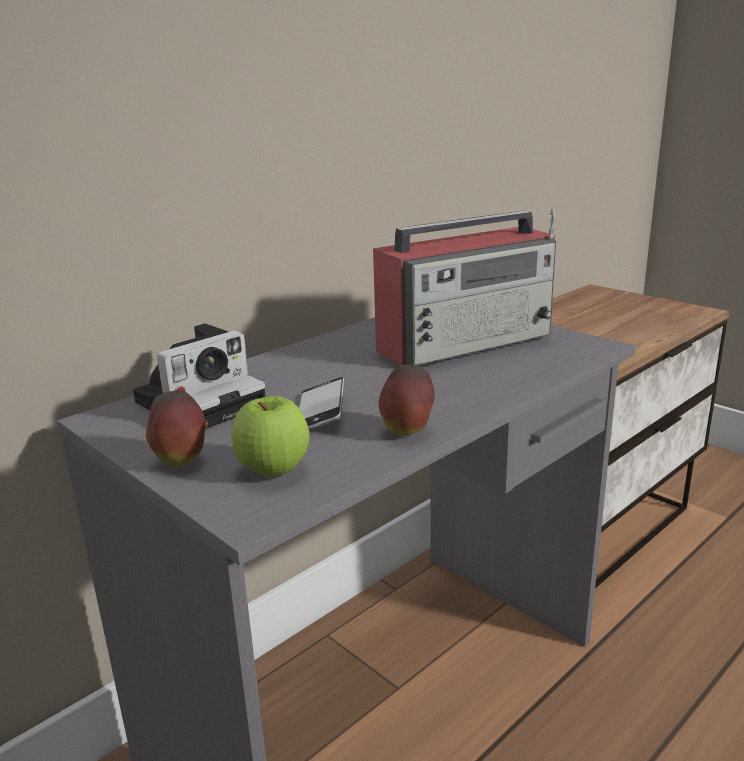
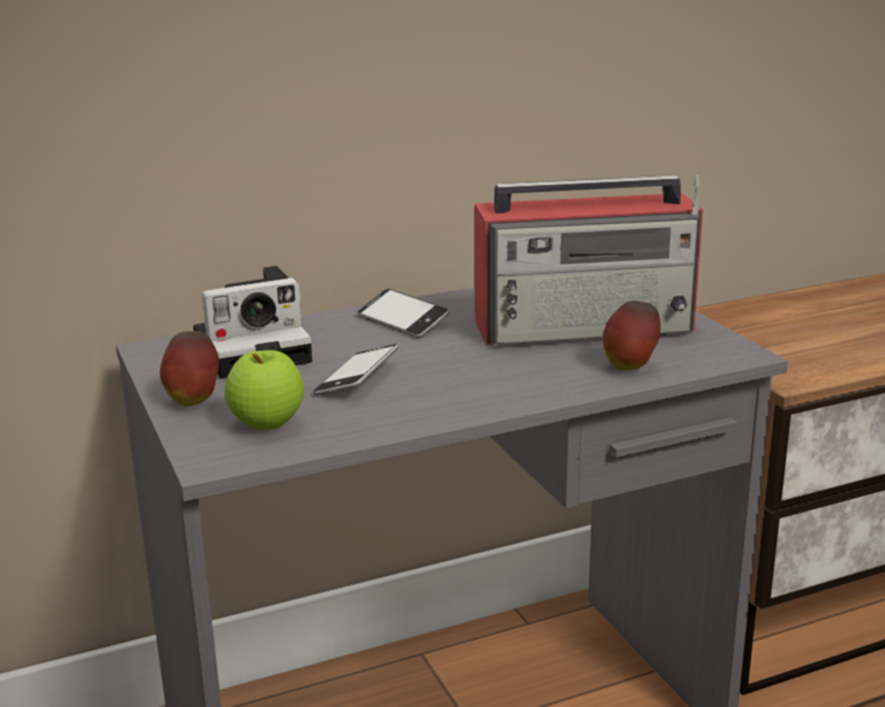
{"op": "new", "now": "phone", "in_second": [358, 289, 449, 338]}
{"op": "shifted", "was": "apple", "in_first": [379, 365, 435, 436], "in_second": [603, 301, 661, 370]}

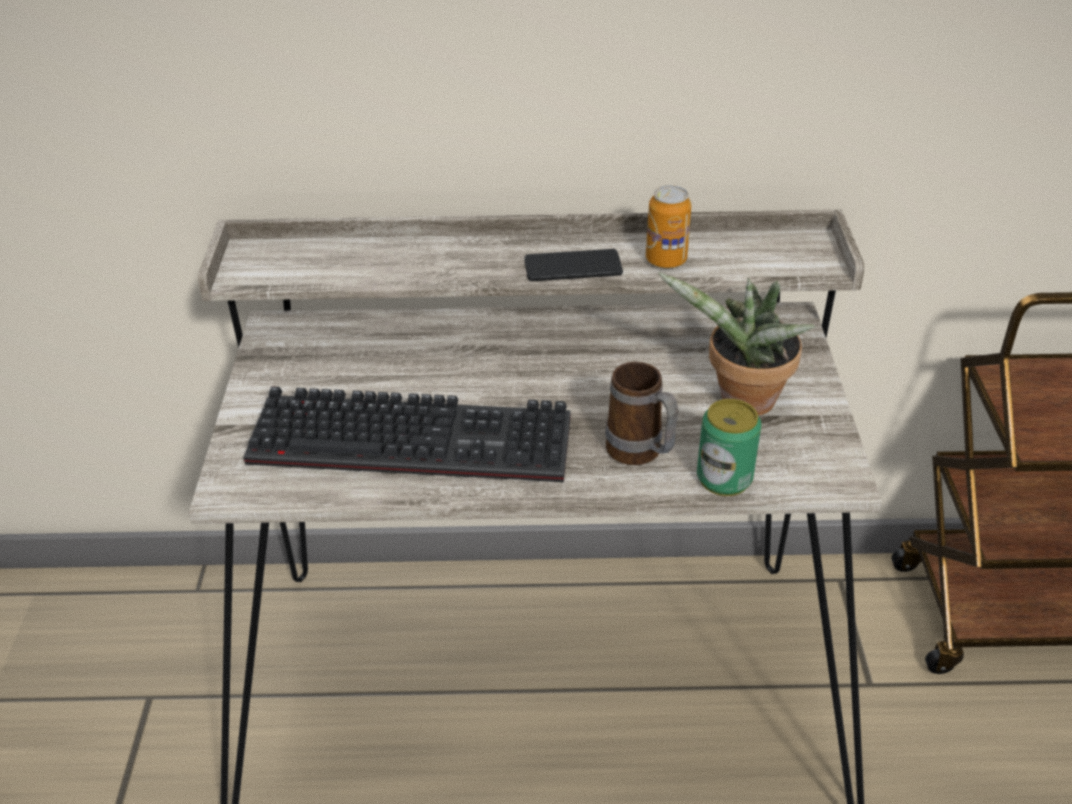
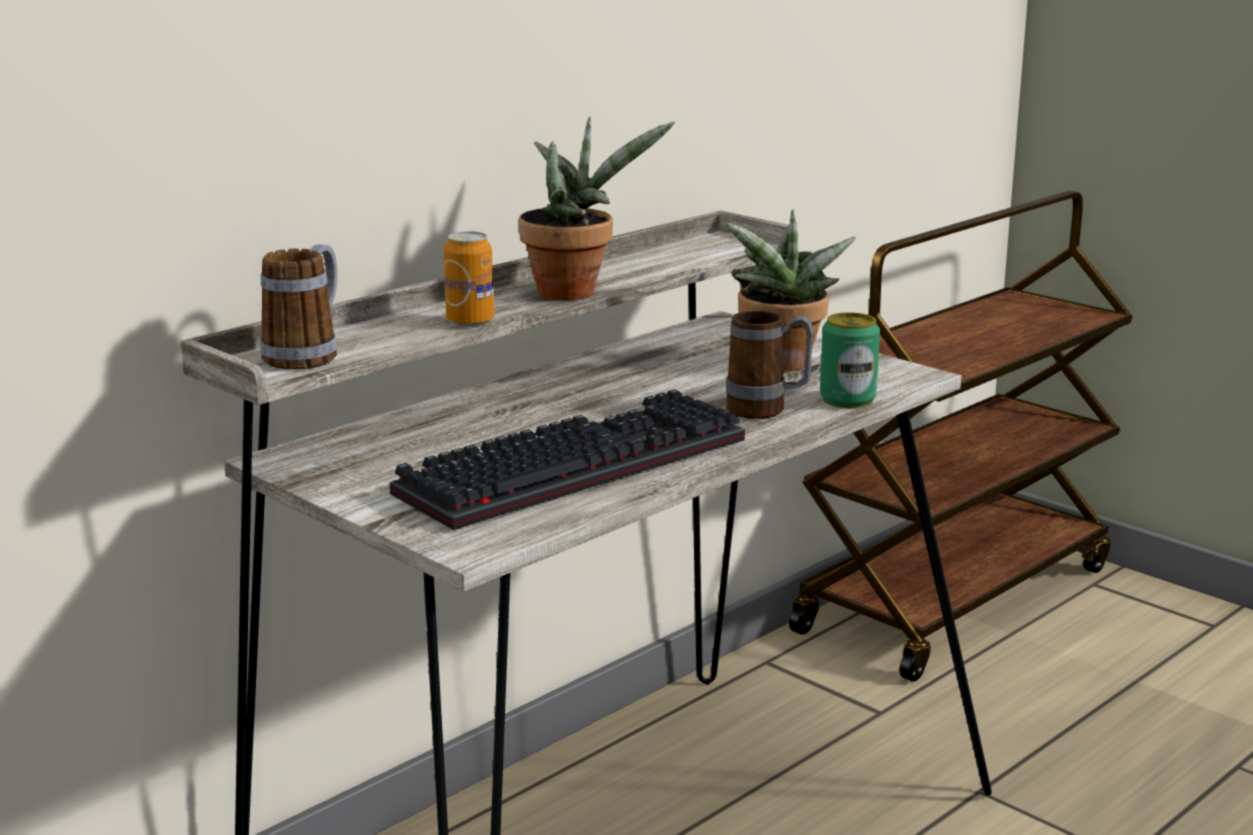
{"op": "new", "now": "mug", "in_second": [260, 244, 338, 369]}
{"op": "shifted", "was": "can", "in_first": [646, 185, 692, 269], "in_second": [444, 231, 494, 327]}
{"op": "swapped", "was": "phone", "now": "potted plant", "in_first": [524, 249, 623, 281], "in_second": [519, 116, 675, 300]}

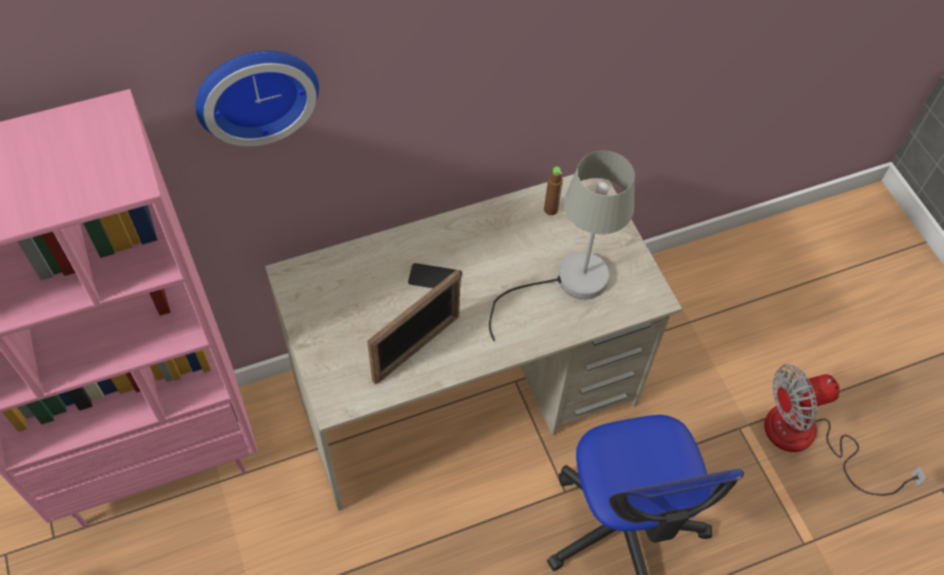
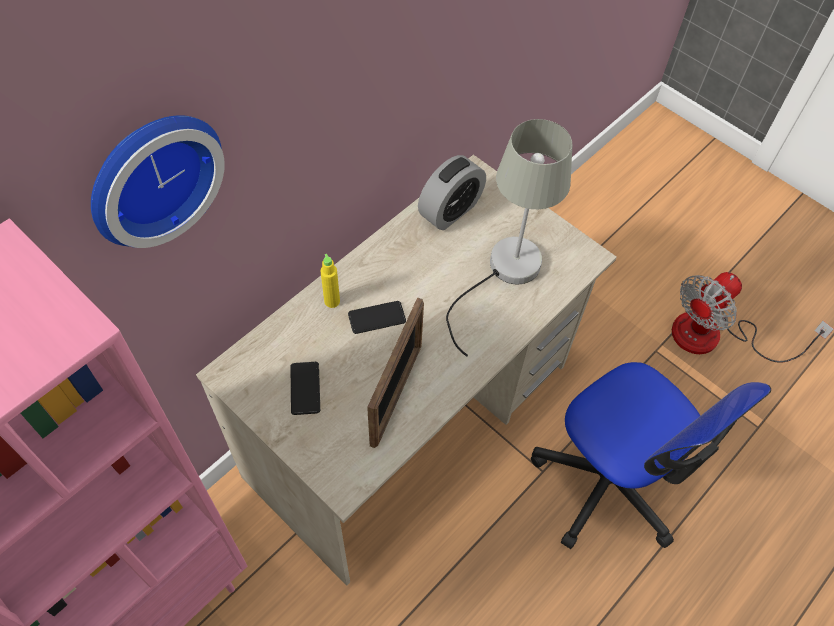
{"op": "new", "now": "phone", "in_second": [290, 362, 320, 415]}
{"op": "new", "now": "yellow bottle", "in_second": [320, 254, 340, 308]}
{"op": "swapped", "was": "brown bottle", "now": "alarm clock", "in_first": [544, 166, 563, 215], "in_second": [418, 155, 486, 230]}

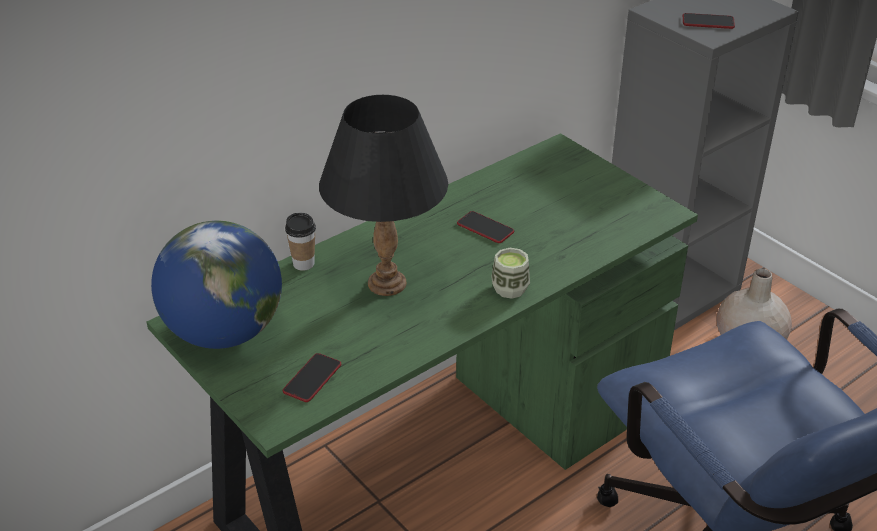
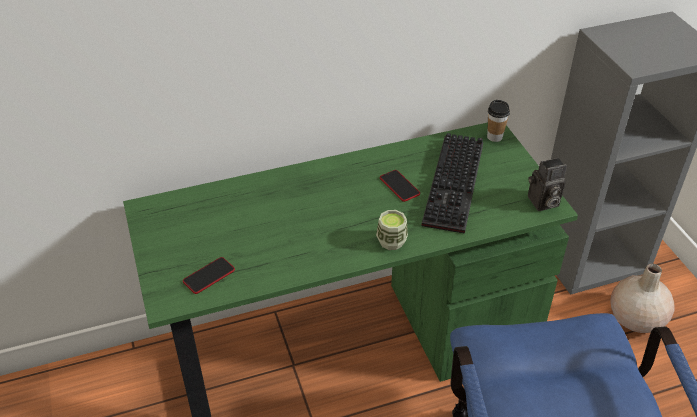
{"op": "new", "now": "keyboard", "in_second": [421, 133, 483, 234]}
{"op": "shifted", "was": "cup", "in_first": [285, 213, 316, 271], "in_second": [487, 100, 510, 142]}
{"op": "new", "now": "photo camera", "in_second": [528, 158, 567, 211]}
{"op": "gone", "was": "globe", "in_first": [151, 221, 282, 349]}
{"op": "gone", "was": "black table lamp", "in_first": [319, 95, 448, 296]}
{"op": "gone", "was": "phone", "in_first": [683, 13, 735, 29]}

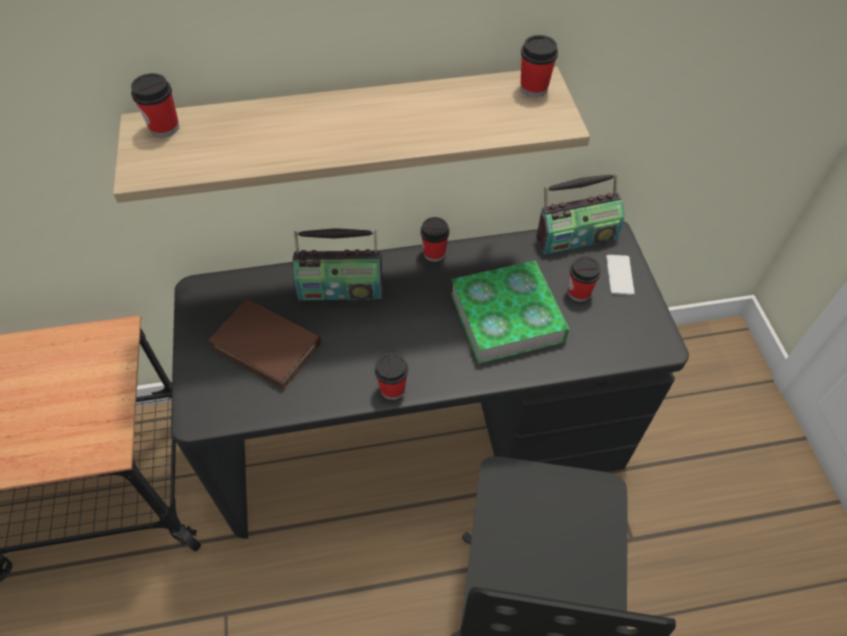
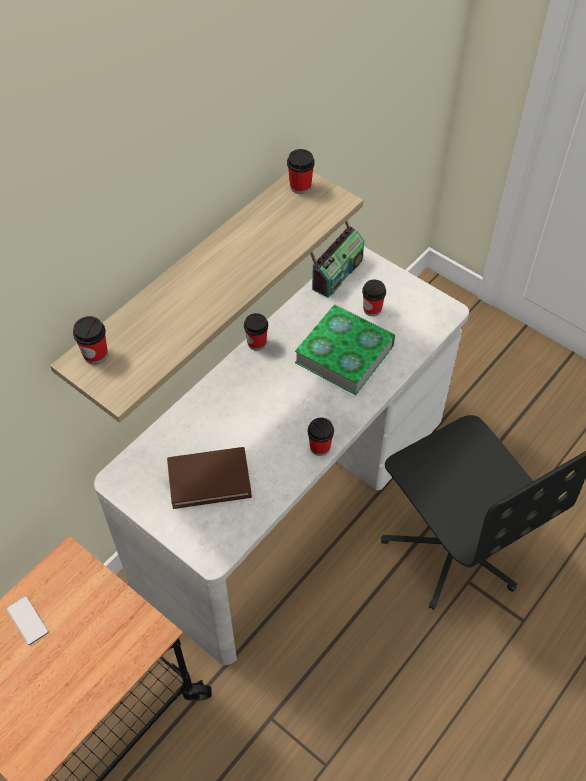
{"op": "shifted", "was": "phone", "in_first": [606, 255, 635, 295], "in_second": [6, 596, 49, 645]}
{"op": "repainted", "was": "black desk", "now": "white desk", "in_first": [171, 221, 689, 539], "in_second": [94, 247, 469, 665]}
{"op": "gone", "was": "radio", "in_first": [292, 228, 383, 300]}

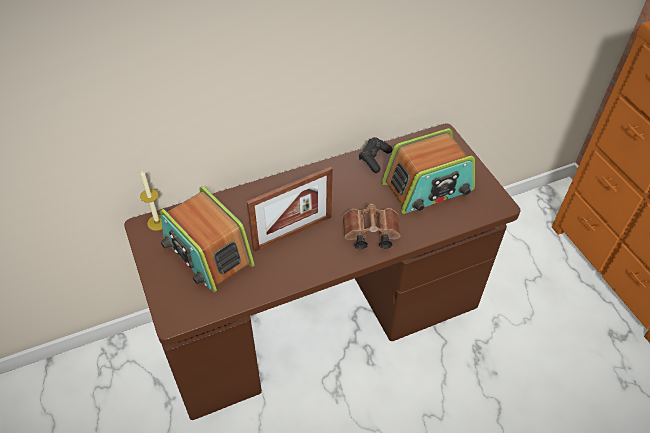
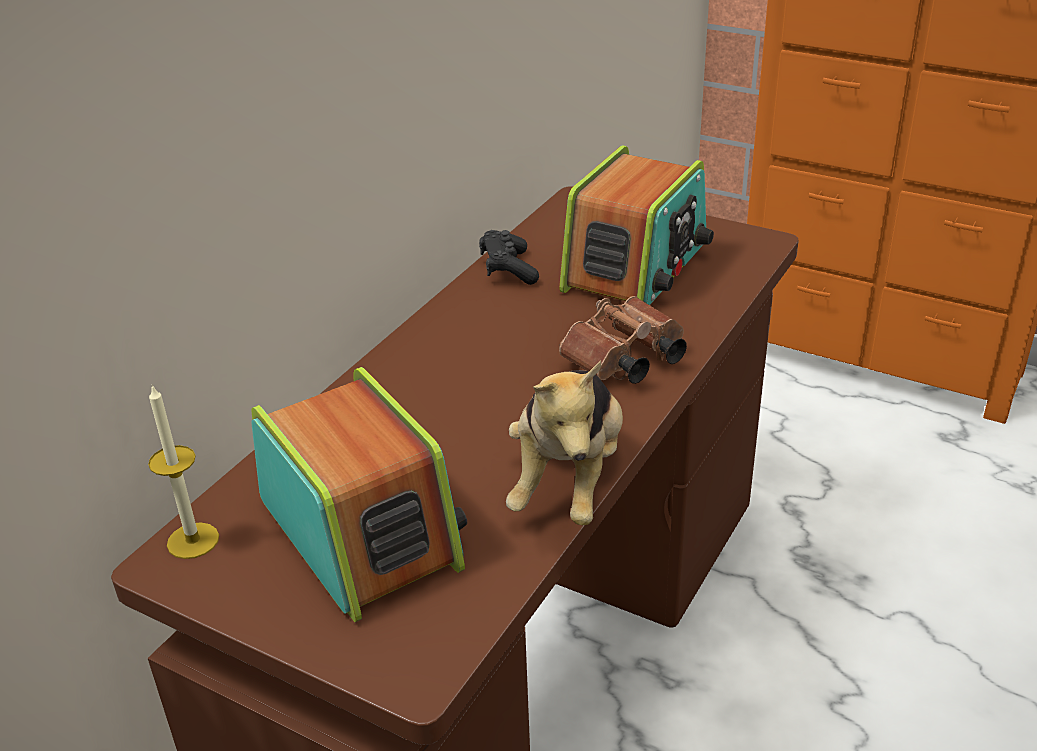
{"op": "rotated", "was": "radio", "in_first": [160, 186, 254, 292], "in_second": [251, 367, 467, 622], "clockwise": -135}
{"op": "new", "now": "plush toy", "in_second": [506, 361, 623, 525]}
{"op": "gone", "was": "picture frame", "in_first": [247, 166, 333, 252]}

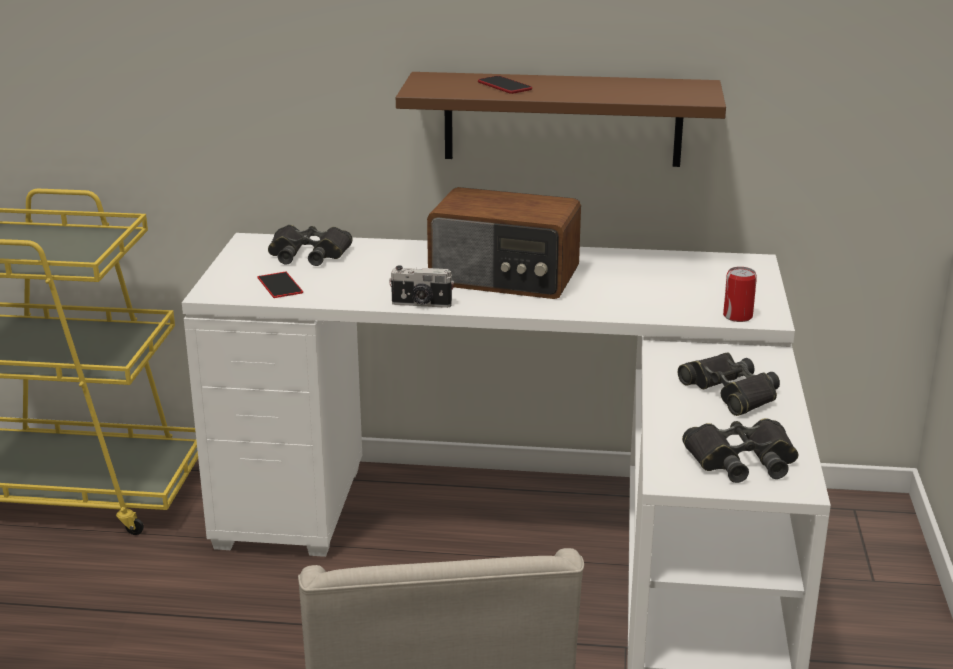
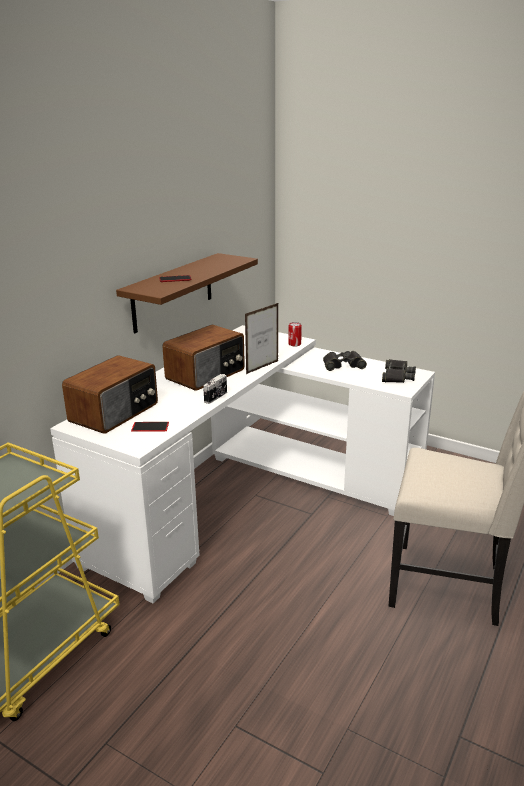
{"op": "swapped", "was": "black binoculars", "now": "radio", "in_first": [268, 225, 353, 266], "in_second": [62, 355, 158, 434]}
{"op": "new", "now": "picture frame", "in_second": [245, 303, 278, 374]}

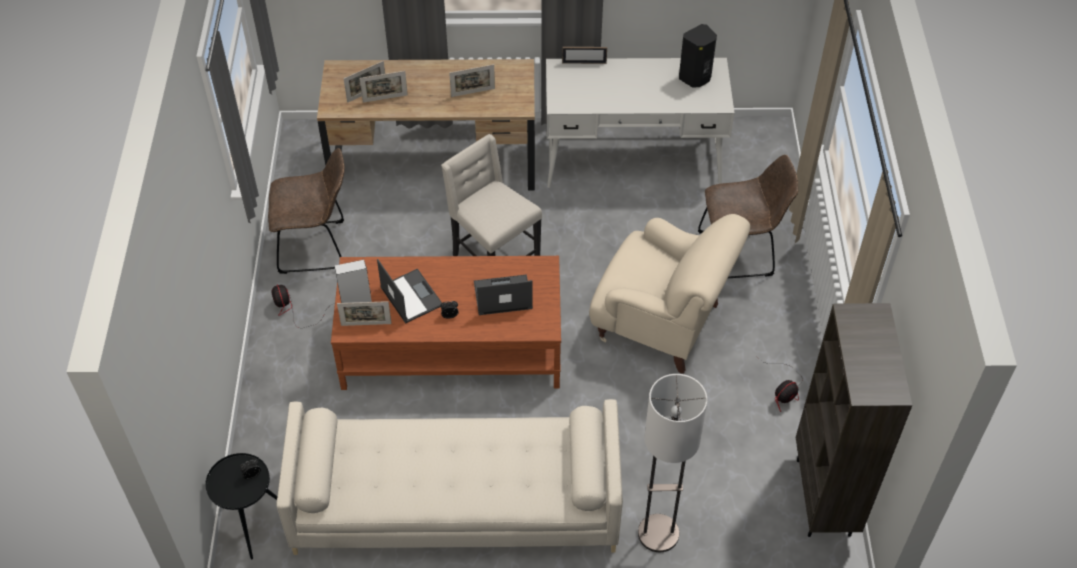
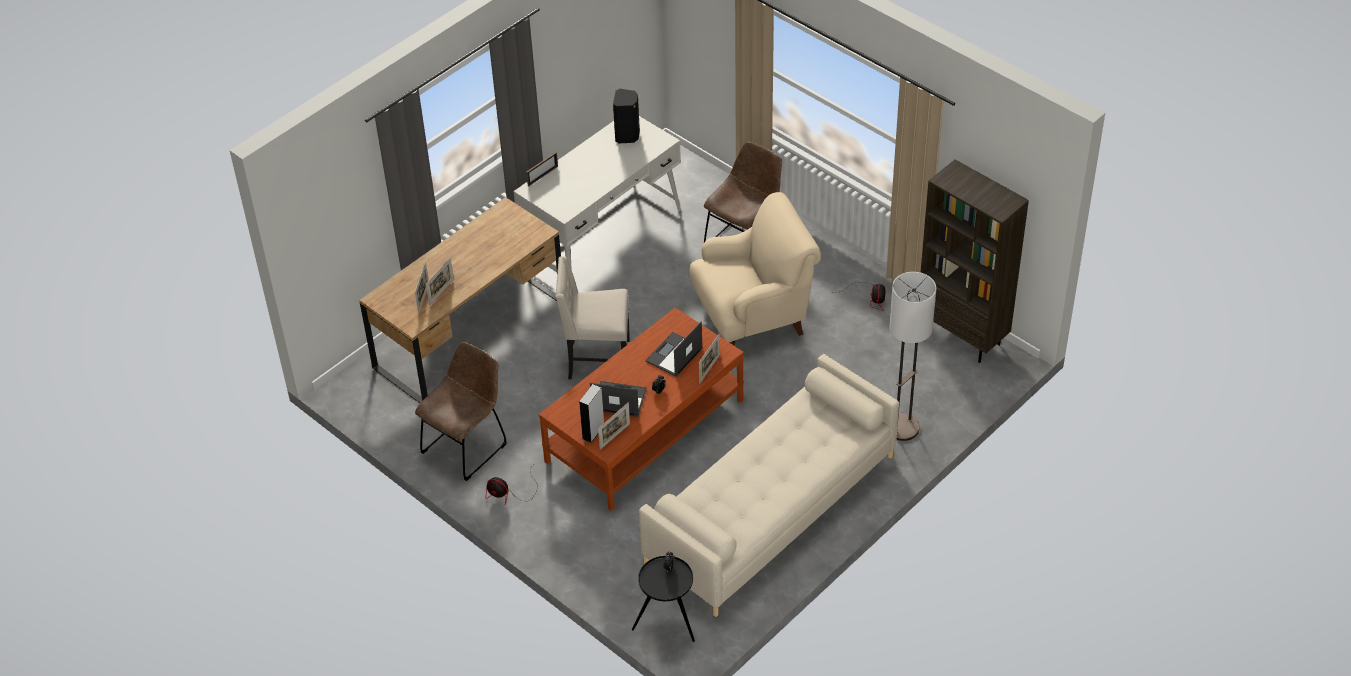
{"op": "shifted", "was": "picture frame", "in_first": [449, 64, 495, 97], "in_second": [699, 334, 720, 383]}

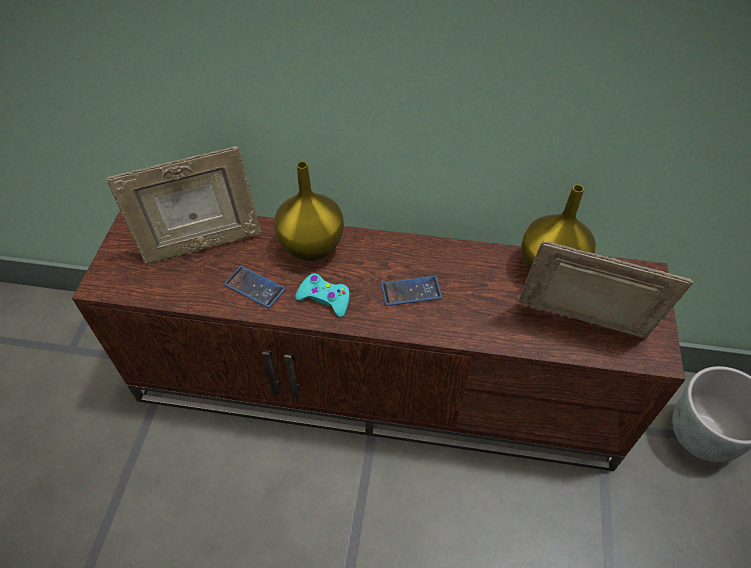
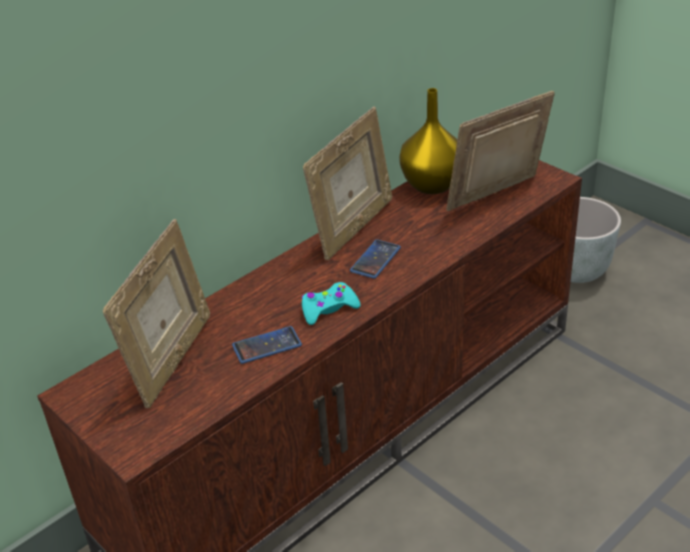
{"op": "new", "now": "picture frame", "in_second": [303, 107, 392, 260]}
{"op": "gone", "was": "yellow vase", "in_first": [274, 161, 344, 261]}

